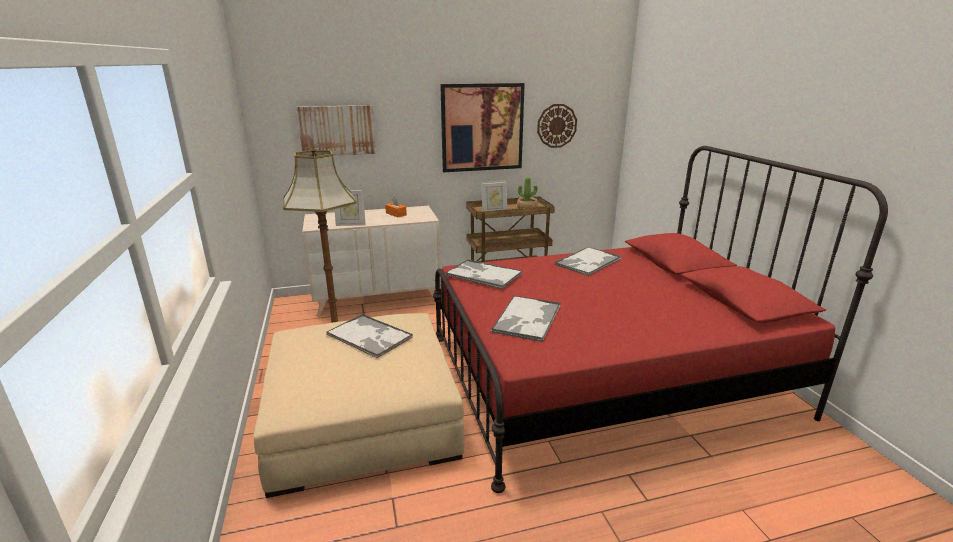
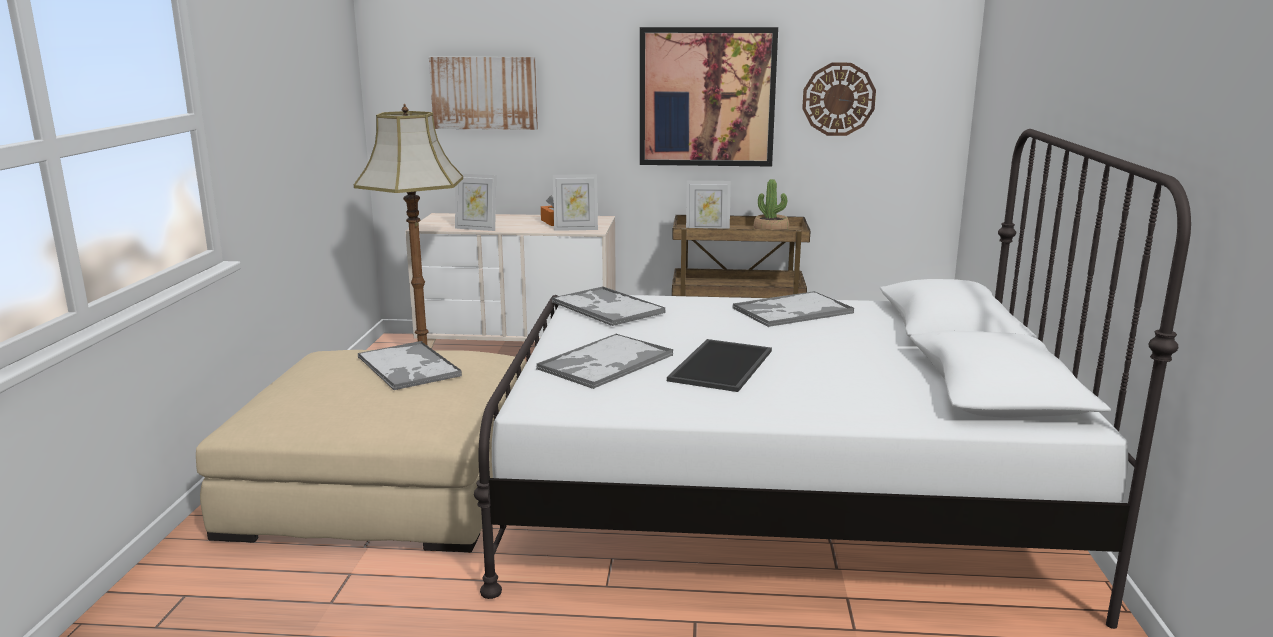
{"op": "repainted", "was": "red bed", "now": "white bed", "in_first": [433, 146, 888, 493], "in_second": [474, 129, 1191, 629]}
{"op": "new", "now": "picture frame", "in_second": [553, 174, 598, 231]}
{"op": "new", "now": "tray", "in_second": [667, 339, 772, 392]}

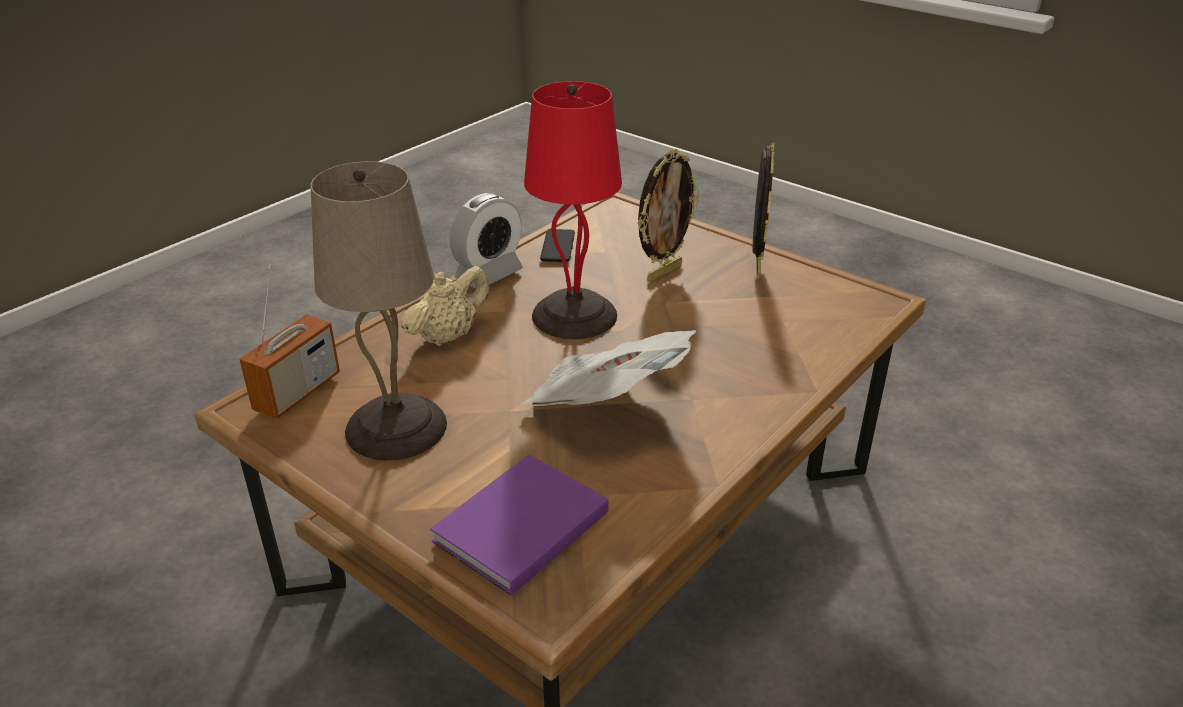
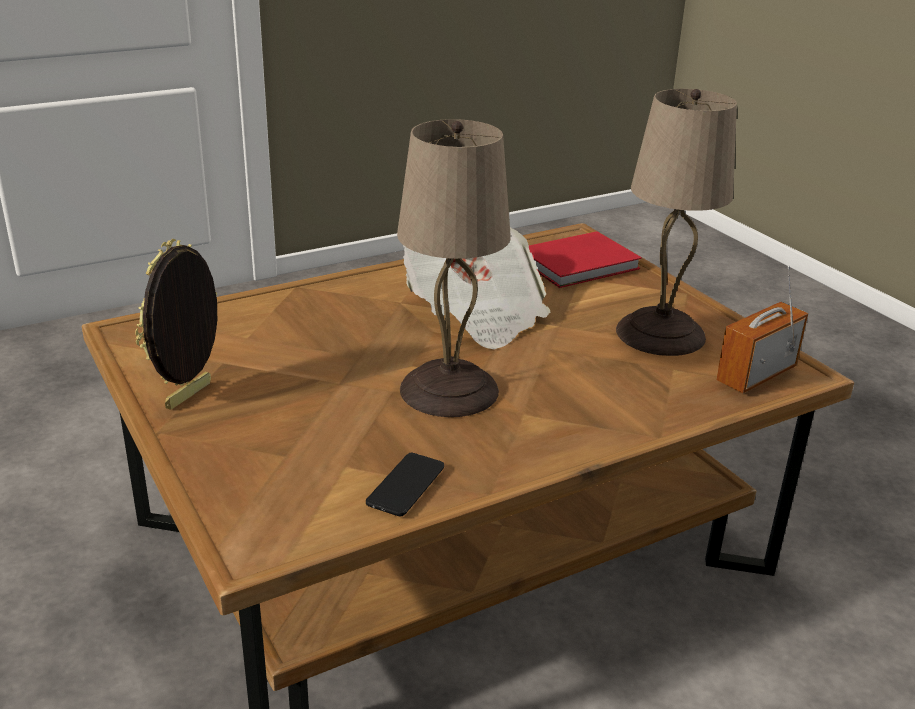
{"op": "repainted", "was": "red table lamp", "now": "beige table lamp", "in_first": [524, 81, 622, 339], "in_second": [397, 119, 511, 417]}
{"op": "repainted", "was": "purple book", "now": "red book", "in_first": [430, 454, 609, 596], "in_second": [529, 231, 642, 288]}
{"op": "gone", "was": "beige teapot", "in_first": [401, 266, 490, 346]}
{"op": "gone", "was": "alarm clock", "in_first": [450, 193, 523, 288]}
{"op": "gone", "was": "picture frame", "in_first": [638, 149, 699, 282]}

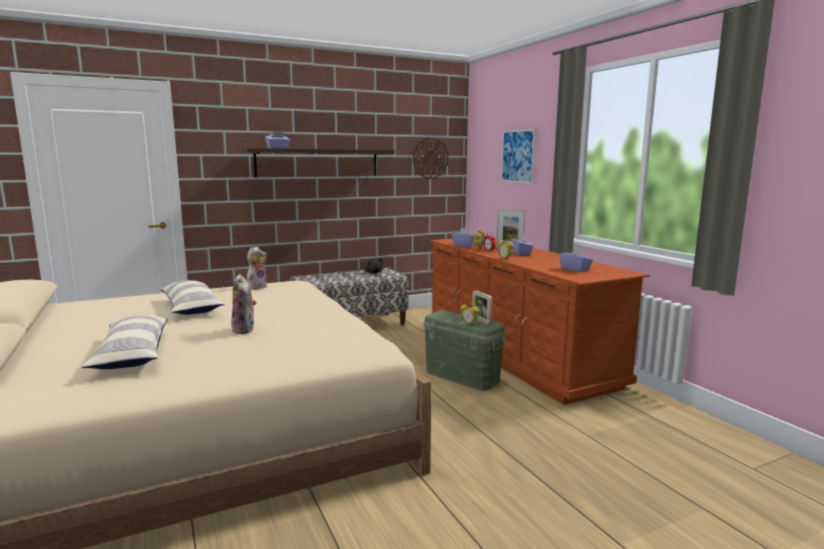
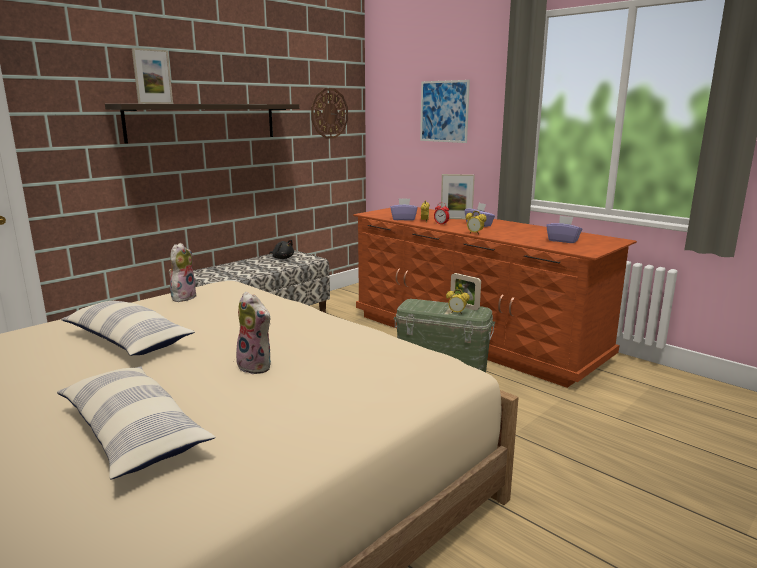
{"op": "swapped", "was": "purple tissue box", "now": "picture frame", "in_first": [265, 131, 290, 149], "in_second": [132, 48, 173, 104]}

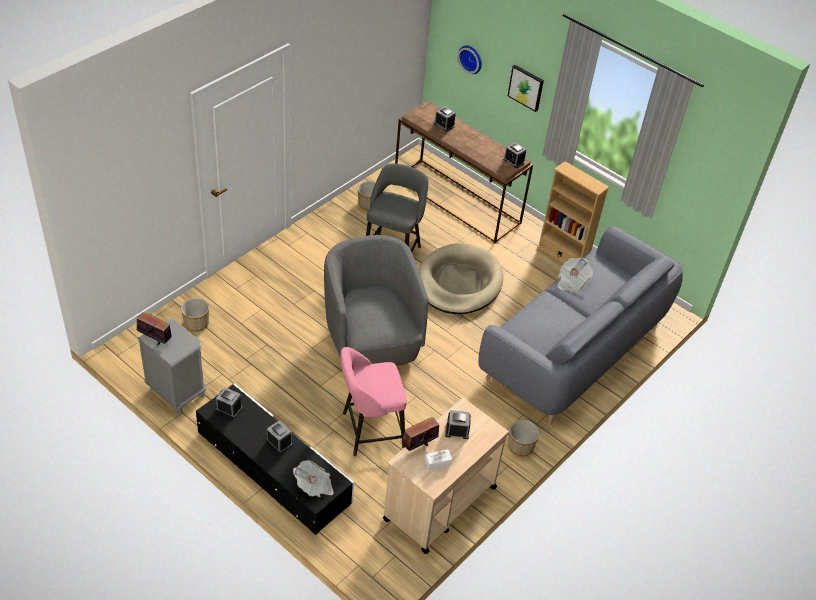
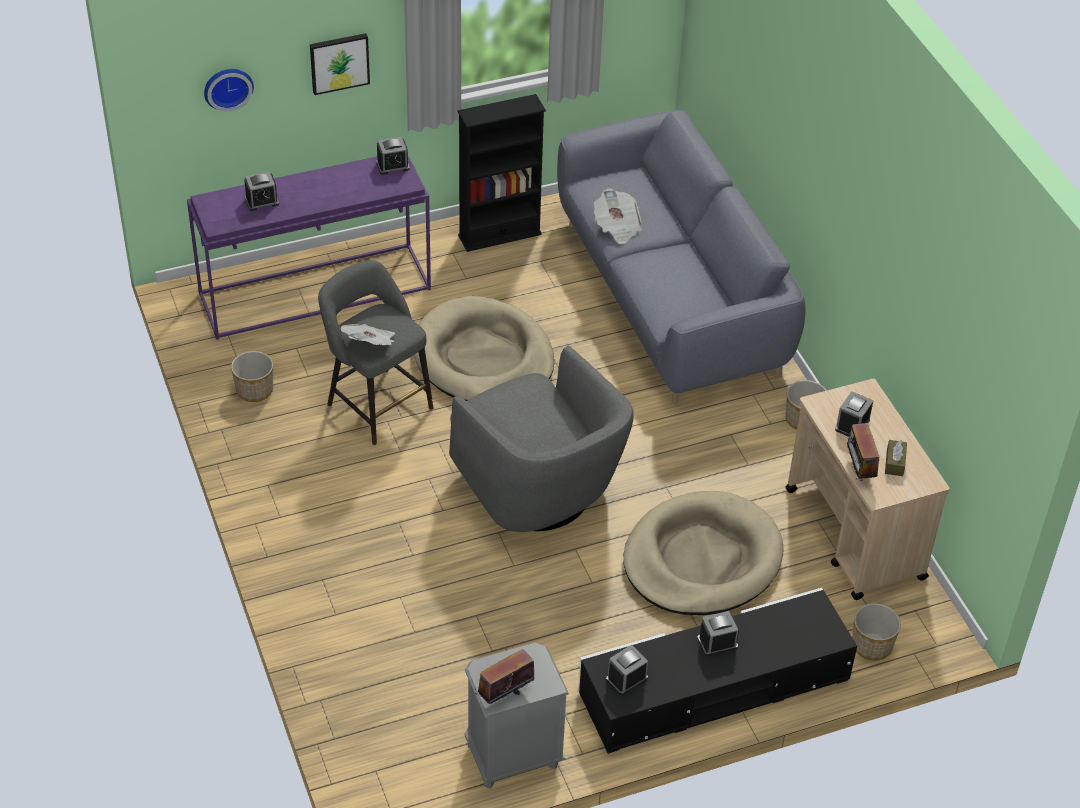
{"op": "repainted", "was": "brown console table", "now": "purple console table", "in_first": [395, 101, 533, 243], "in_second": [187, 156, 431, 340]}
{"op": "shifted", "was": "newspaper", "in_first": [293, 460, 334, 497], "in_second": [341, 324, 395, 345]}
{"op": "rotated", "was": "grey armchair", "in_first": [324, 235, 429, 366], "in_second": [449, 346, 634, 532], "clockwise": -135}
{"op": "repainted", "was": "beige bookcase", "now": "black bookcase", "in_first": [537, 161, 609, 264], "in_second": [458, 94, 546, 252]}
{"op": "swapped", "was": "pink stool", "now": "beige dog bed", "in_first": [340, 347, 407, 456], "in_second": [623, 491, 784, 615]}
{"op": "shifted", "was": "planter", "in_first": [181, 298, 209, 332], "in_second": [852, 603, 901, 660]}
{"op": "repainted", "was": "white tissue box", "now": "brown tissue box", "in_first": [425, 449, 452, 470], "in_second": [885, 440, 907, 476]}

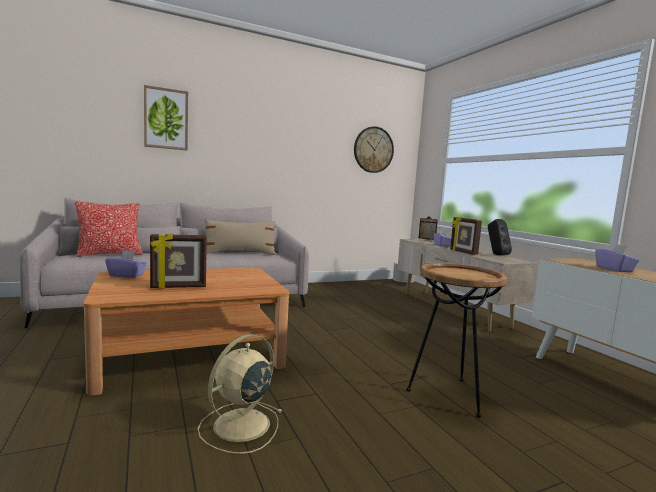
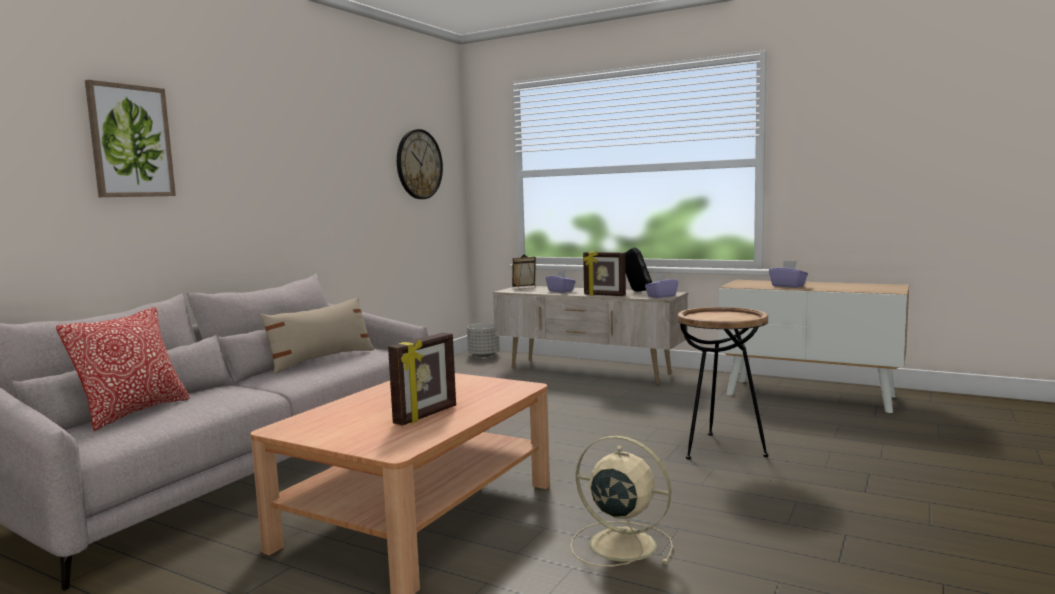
{"op": "rotated", "was": "beige fan", "in_first": [198, 334, 283, 454], "in_second": [571, 435, 673, 566], "clockwise": 120}
{"op": "shifted", "was": "purple tissue box", "in_first": [105, 250, 147, 278], "in_second": [645, 273, 679, 298]}

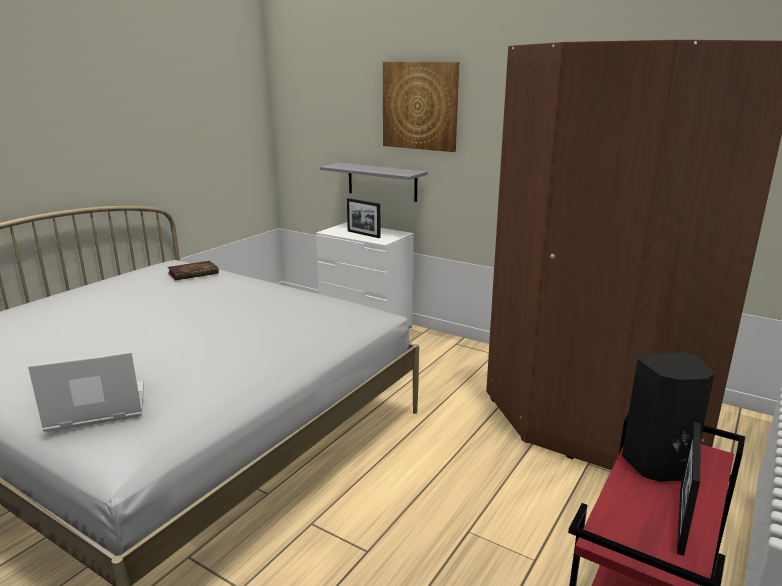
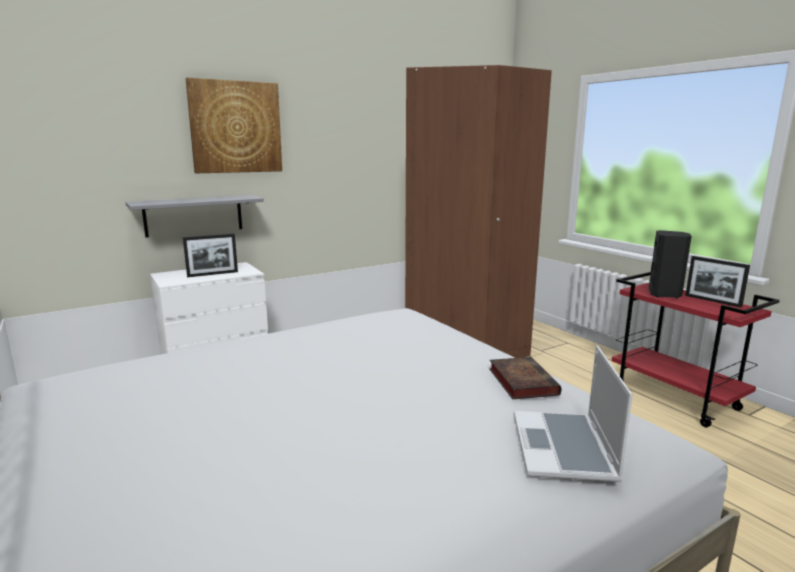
{"op": "shifted", "was": "book", "in_first": [167, 261, 219, 280], "in_second": [489, 357, 561, 399]}

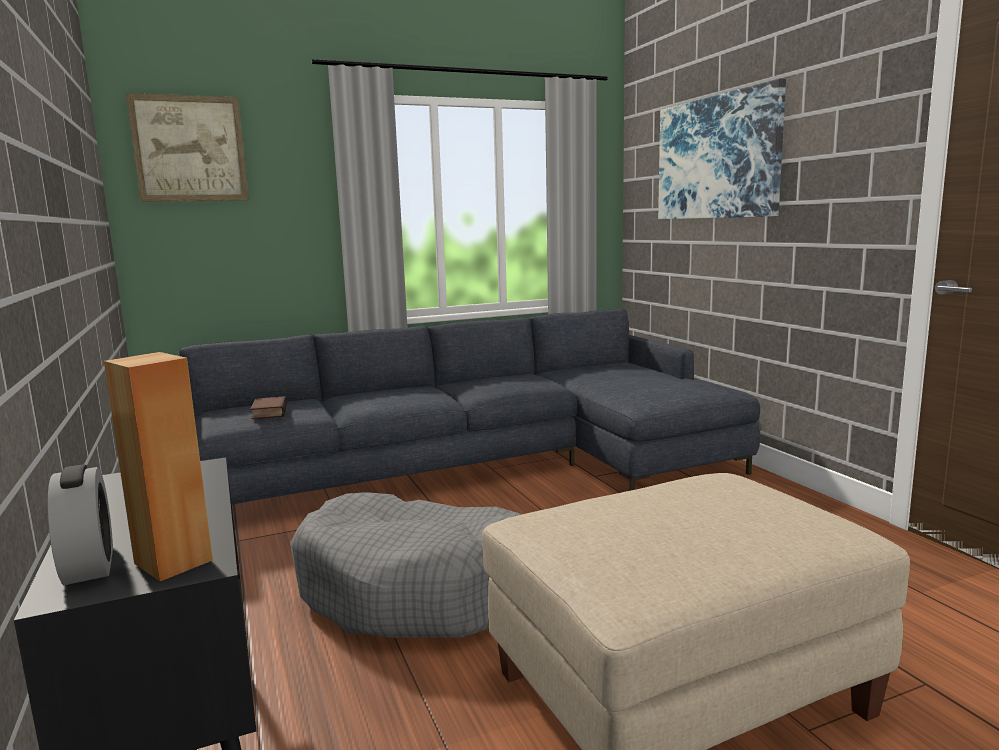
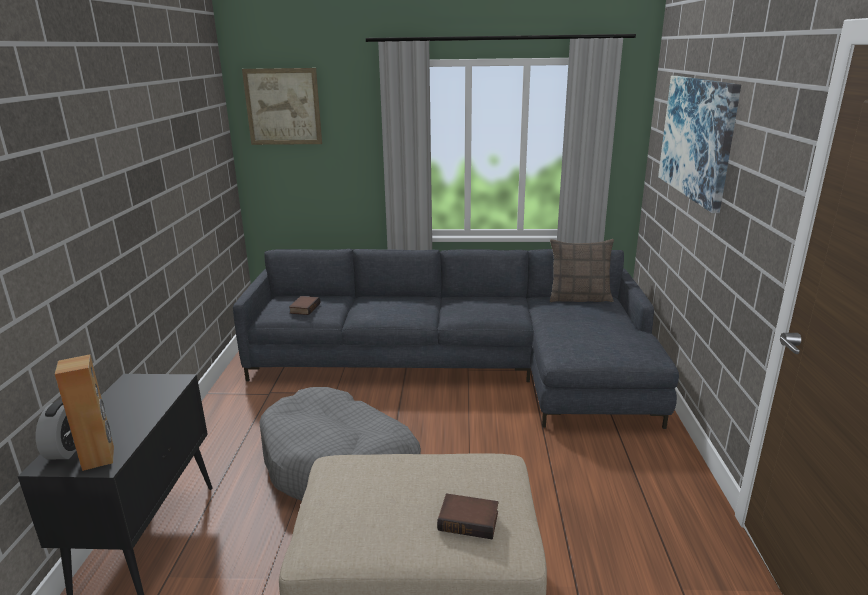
{"op": "new", "now": "book", "in_second": [437, 493, 499, 539]}
{"op": "new", "now": "pillow", "in_second": [550, 239, 614, 302]}

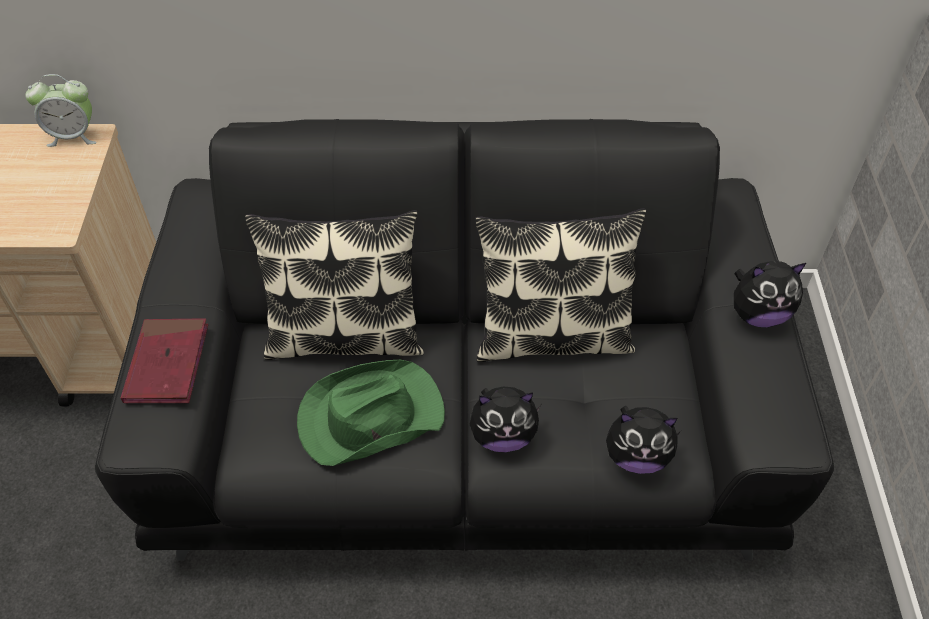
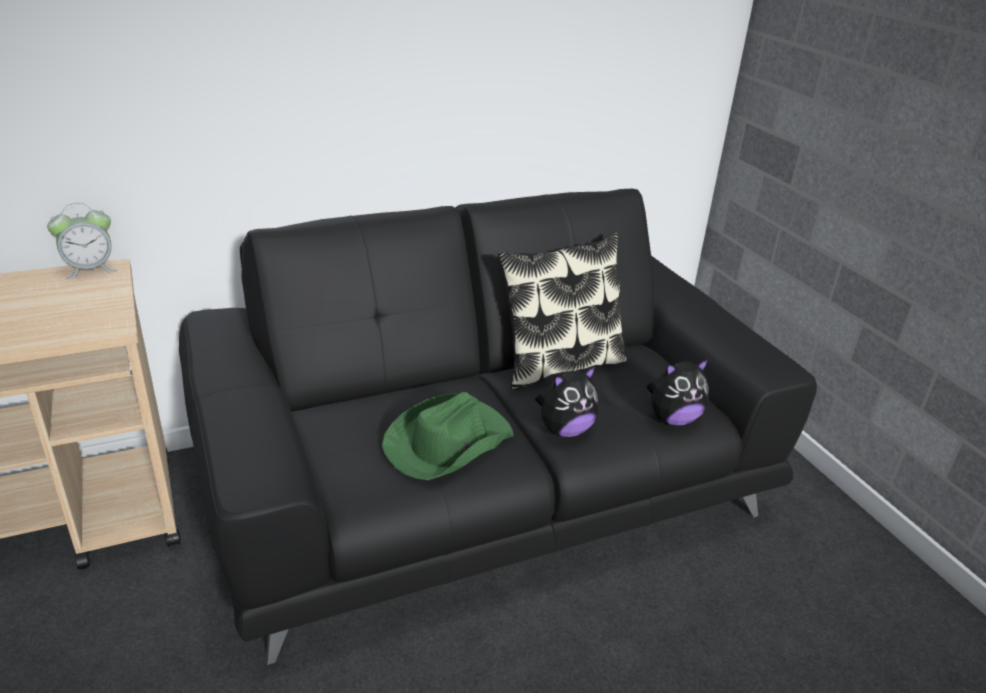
{"op": "gone", "was": "red book", "in_first": [121, 318, 208, 404]}
{"op": "gone", "was": "pillow", "in_first": [245, 210, 424, 360]}
{"op": "gone", "was": "plush toy", "in_first": [734, 261, 806, 327]}

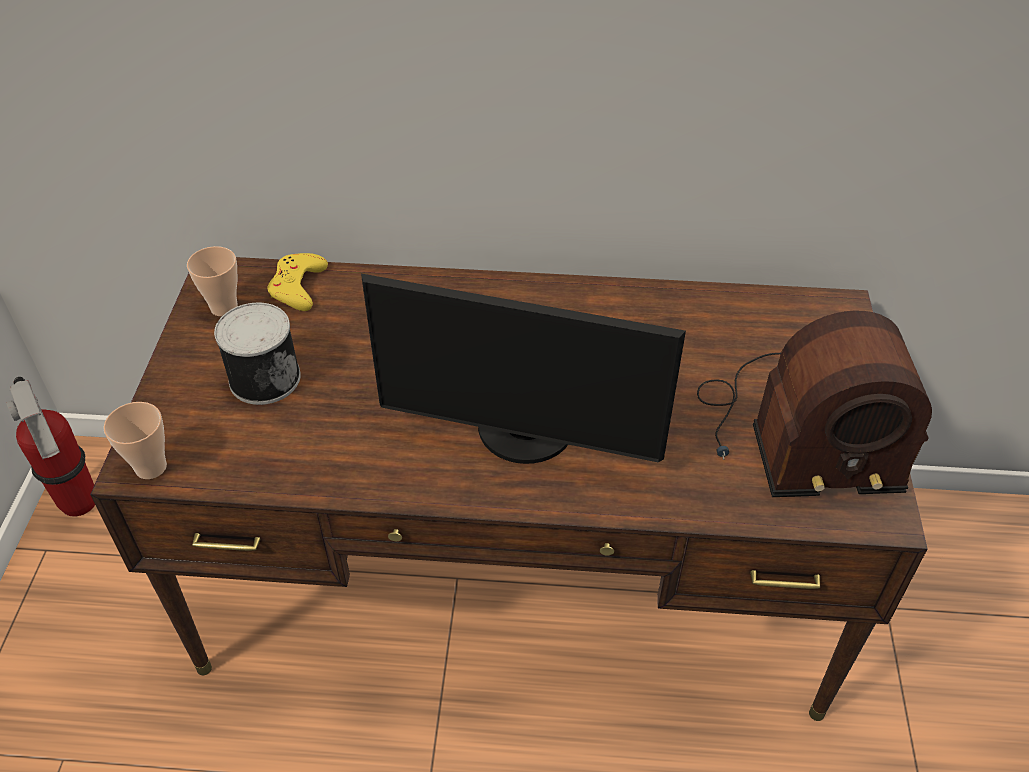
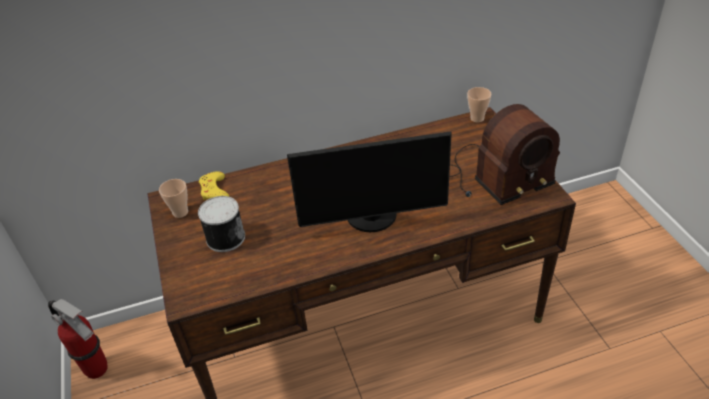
{"op": "shifted", "was": "cup", "in_first": [103, 402, 167, 479], "in_second": [467, 87, 491, 122]}

